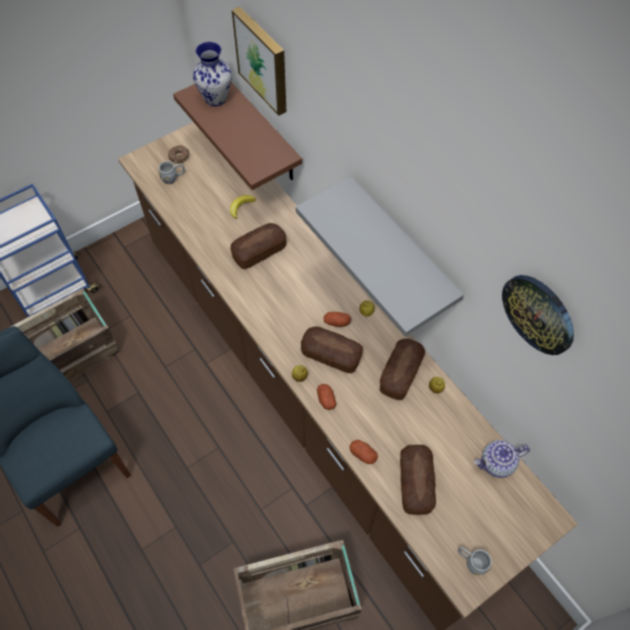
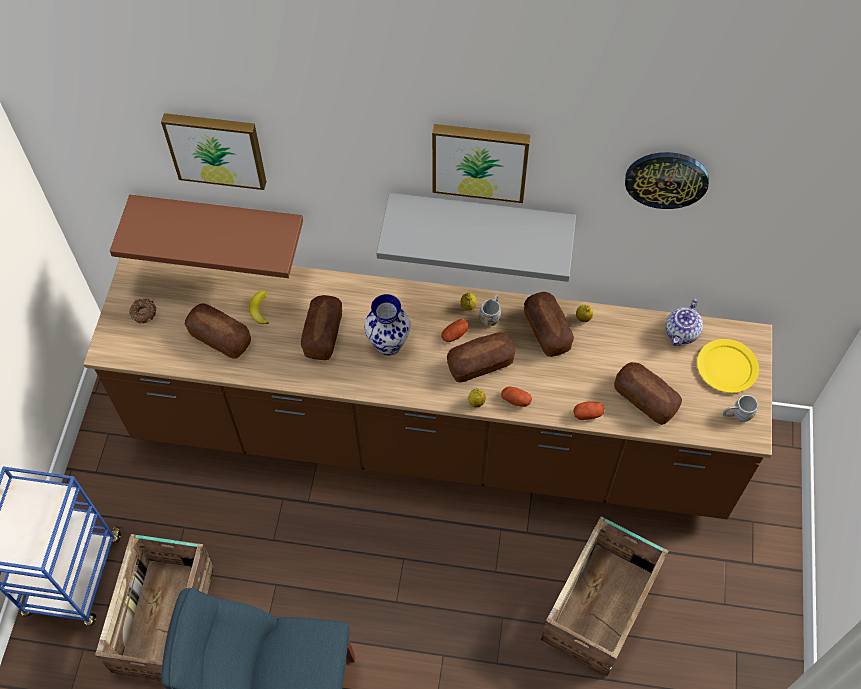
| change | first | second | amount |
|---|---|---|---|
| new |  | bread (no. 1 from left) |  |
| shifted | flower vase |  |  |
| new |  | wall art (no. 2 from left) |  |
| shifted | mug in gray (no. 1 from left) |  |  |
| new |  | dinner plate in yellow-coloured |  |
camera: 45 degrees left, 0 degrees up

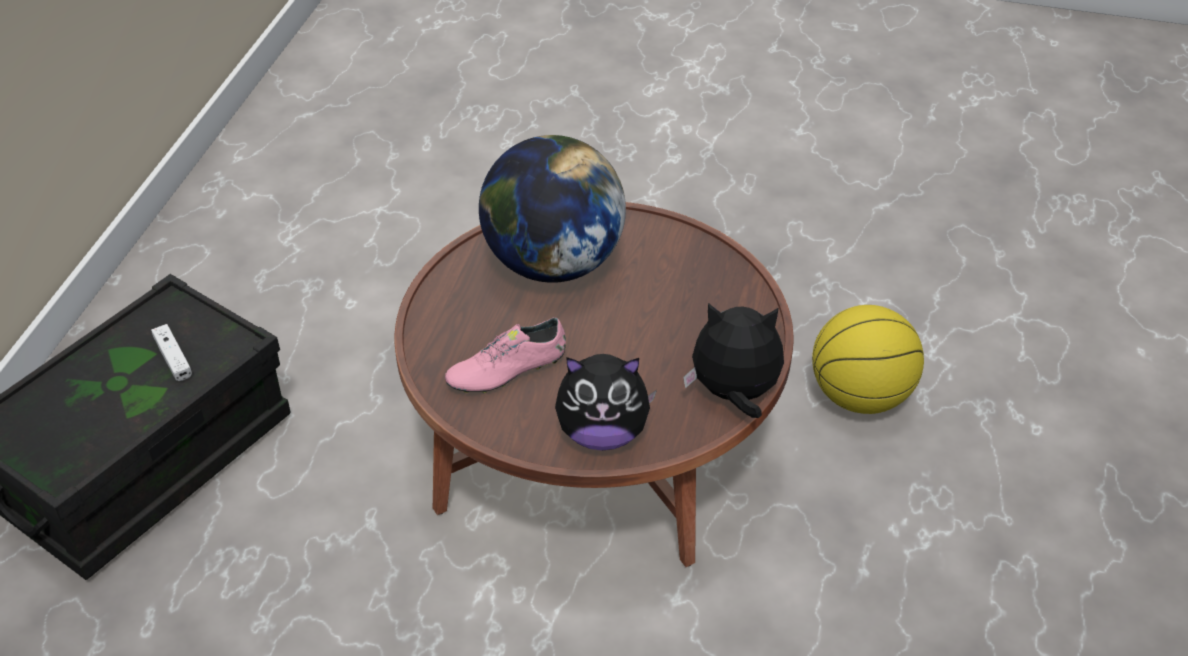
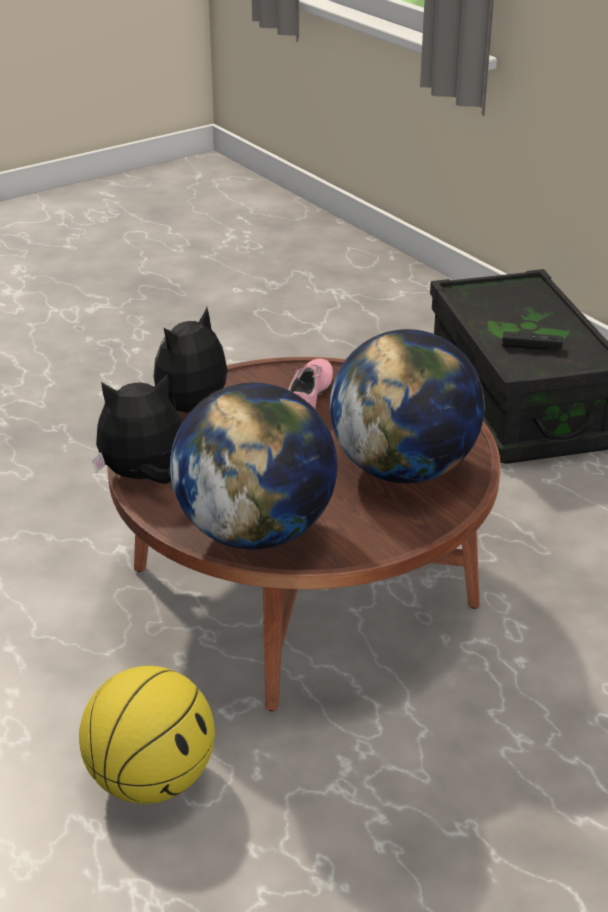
| change | first | second | amount |
|---|---|---|---|
| rotated | soft toy (no. 2 from left in the first image) | soft toy (no. 1 from left) | 150 degrees counterclockwise |
| new |  | desk globe (no. 1 from left) |  |
| repainted | game controller in white-coloured | game controller in black |  |
camera: 130 degrees right, 10 degrees down

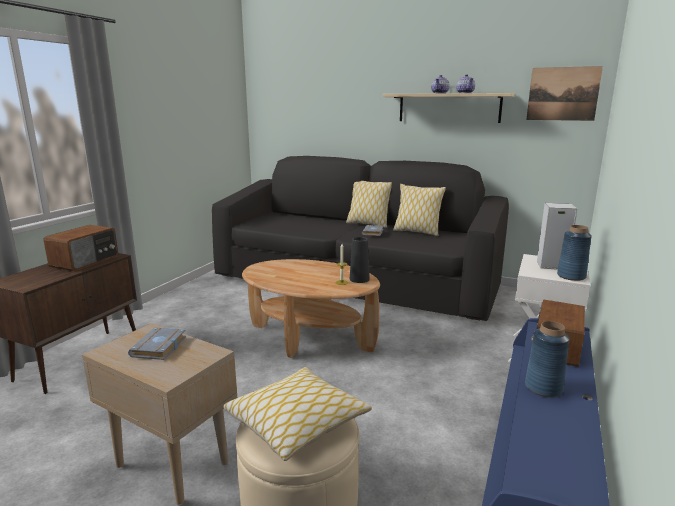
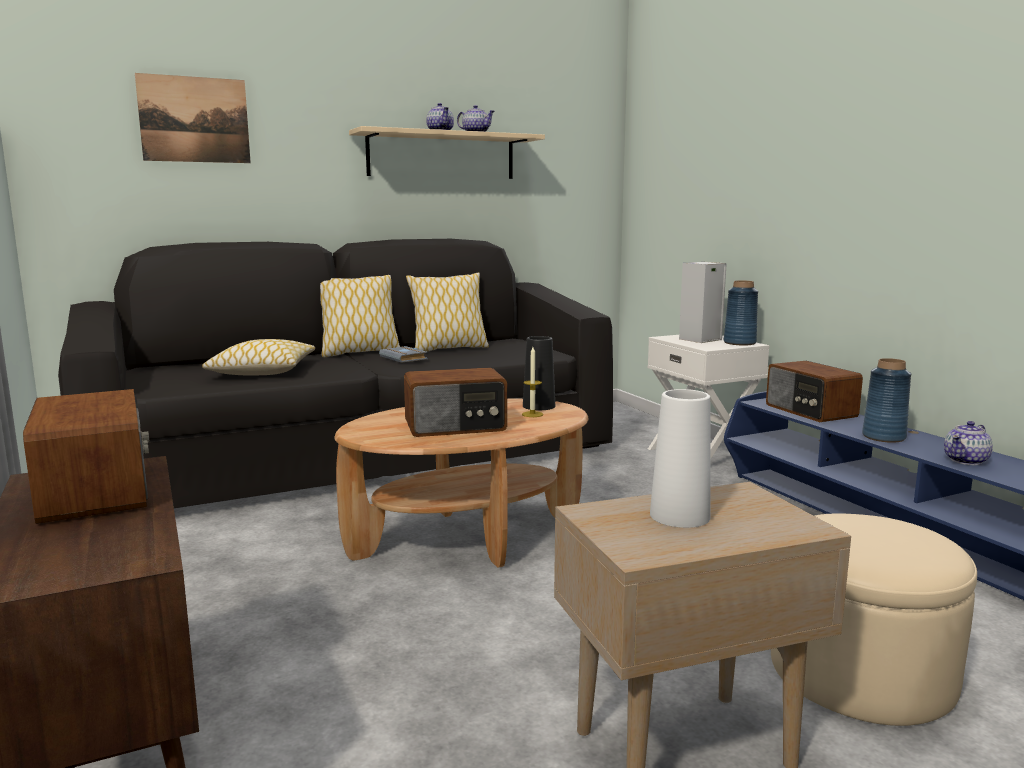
| change | first | second | amount |
|---|---|---|---|
| shifted | wall art |  |  |
| shifted | pillow (no. 1 from left) |  |  |
| new |  | radio (no. 2 from left) |  |
| swapped | book in gray (no. 1 from left) | flower vase in white-coloured |  |
| new |  | teapot (no. 3 from left) |  |
camera: 50 degrees left, 5 degrees down

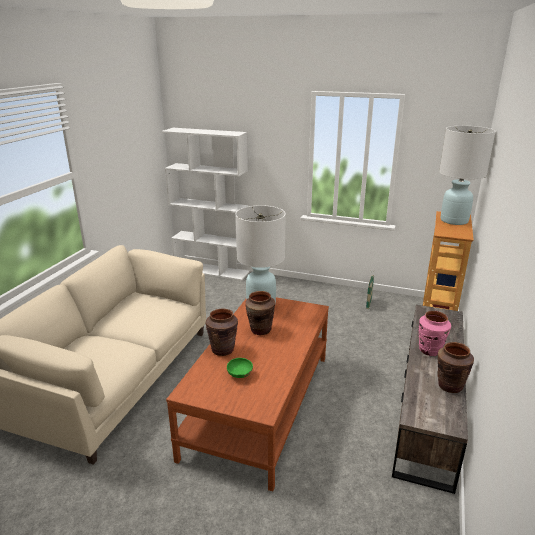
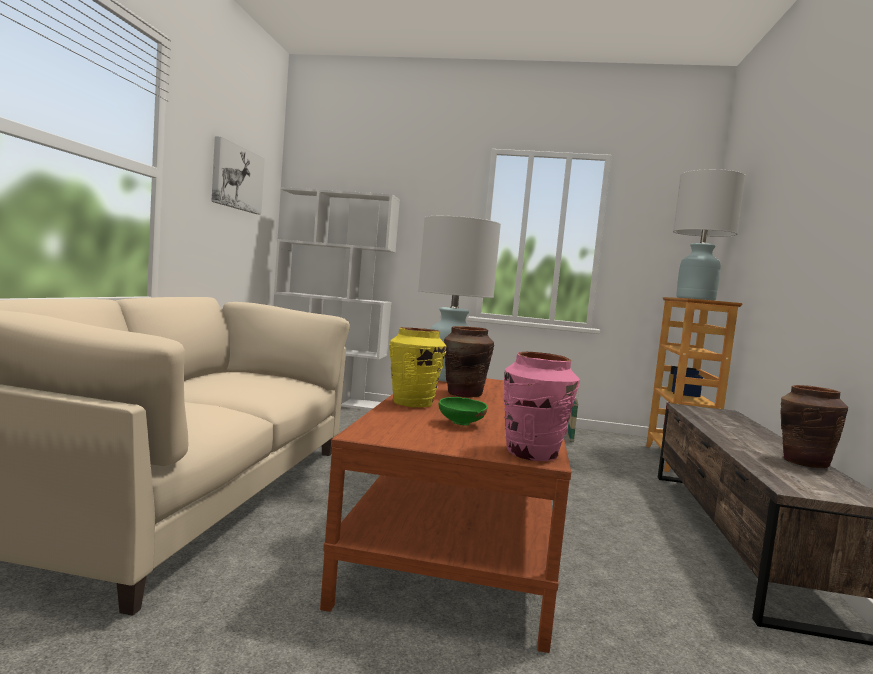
| change | first | second | amount |
|---|---|---|---|
| new |  | wall art |  |
| repainted | flower vase in brown (no. 1 from left) | flower vase in yellow-coloured |  |
| shifted | flower vase in pink-coloured |  |  |
camera: 10 degrees left, 20 degrees down

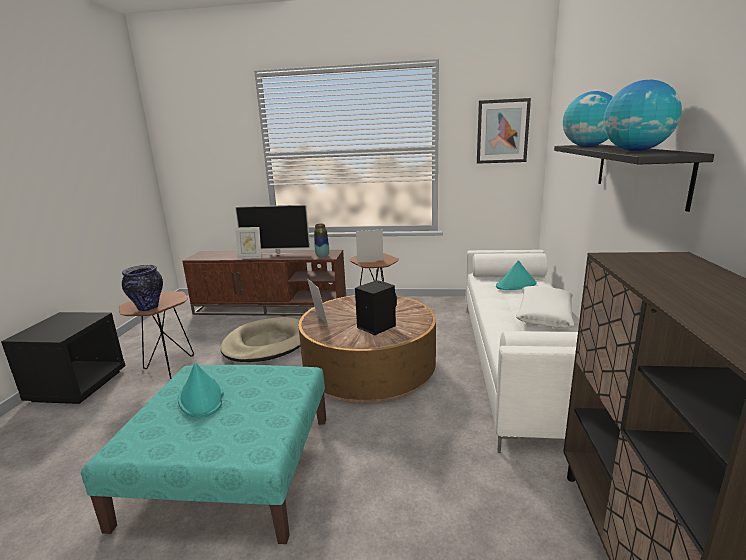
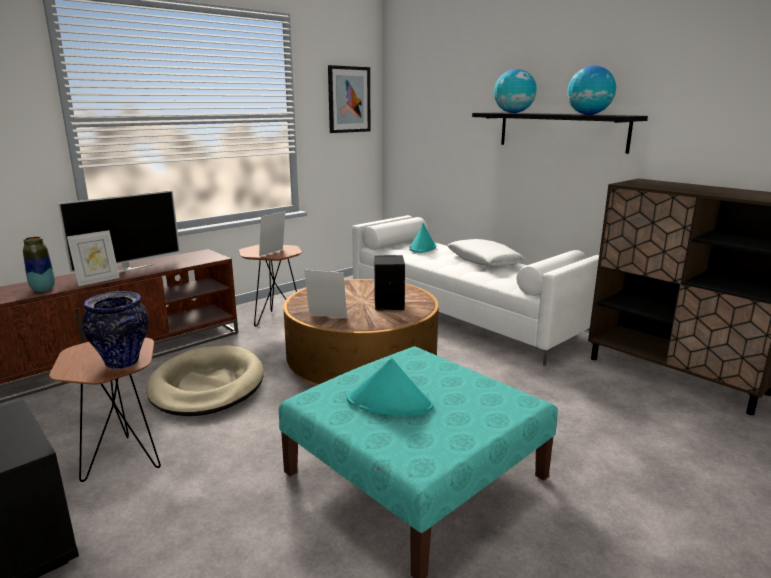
| change | first | second | amount |
|---|---|---|---|
| shifted | flower vase (no. 2 from left in the first image) | flower vase (no. 1 from left) |  |
camera: 50 degrees left, 0 degrees up

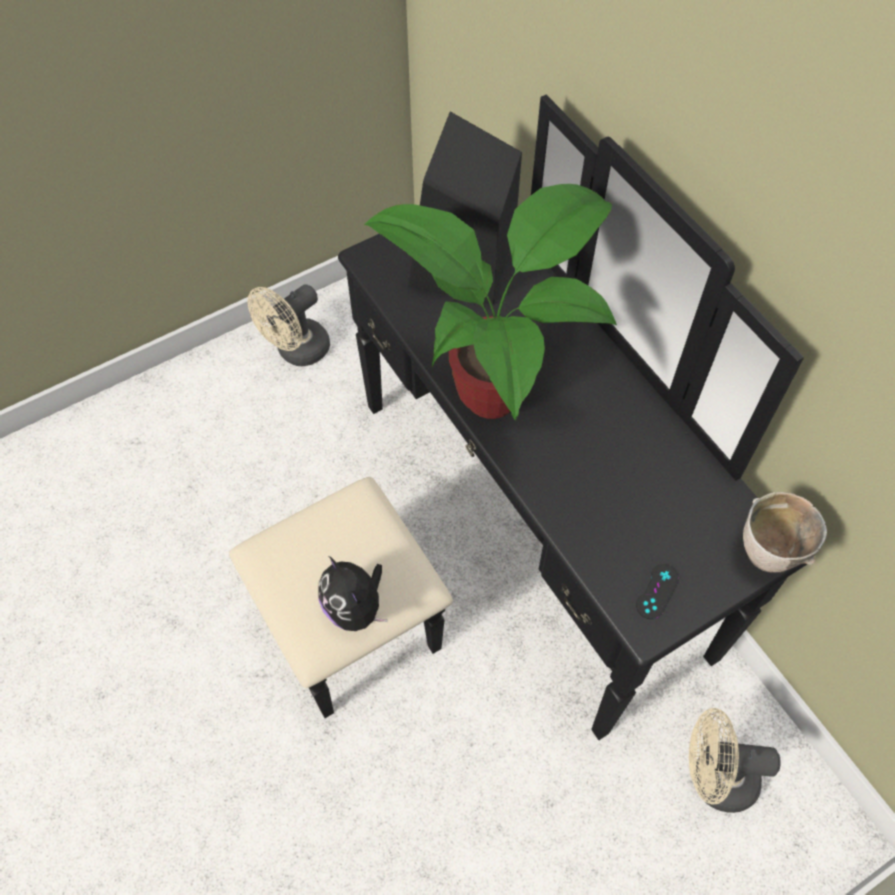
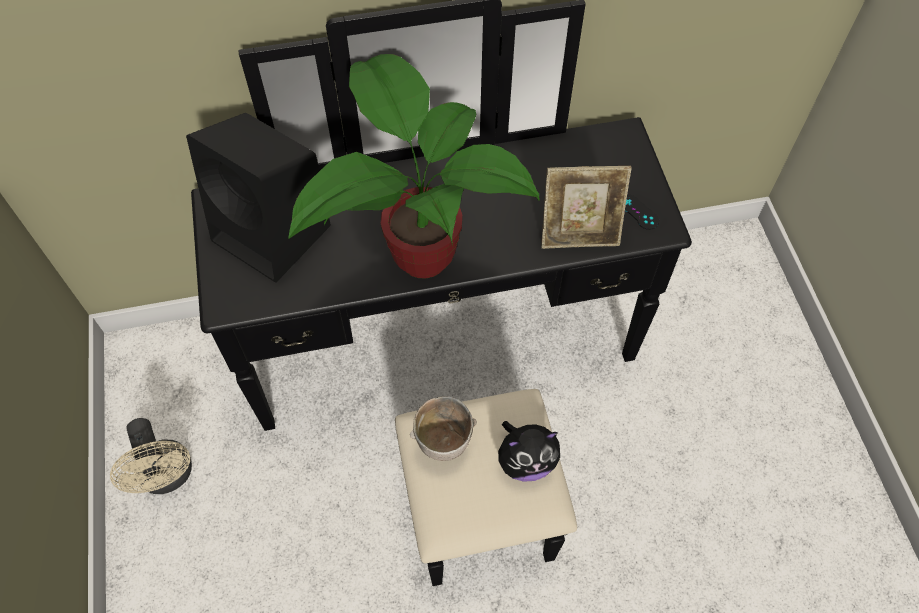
| change | first | second | amount |
|---|---|---|---|
| shifted | bowl |  |  |
| new |  | standing frame |  |
| gone | cooling fan in beige (no. 2 from left) |  |  |
camera: 70 degrees left, 0 degrees up

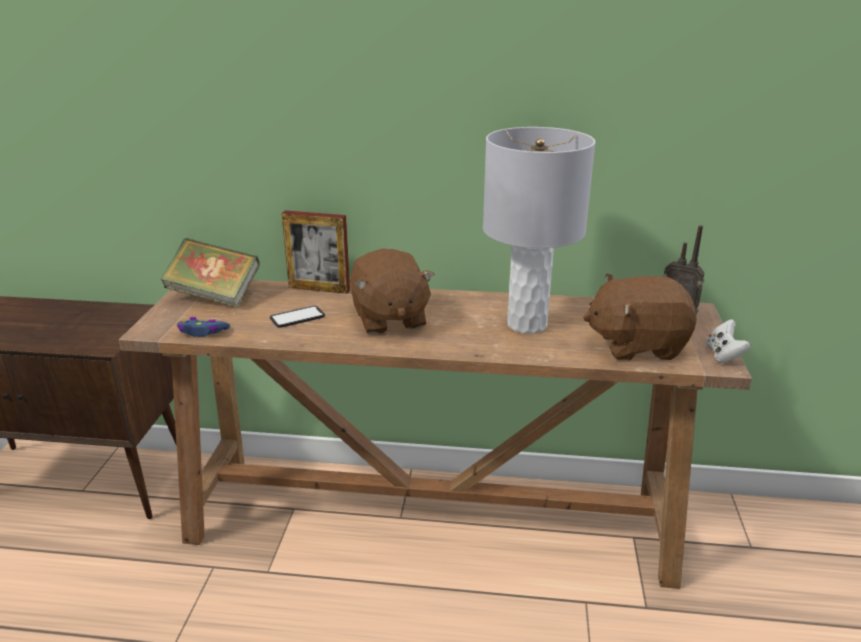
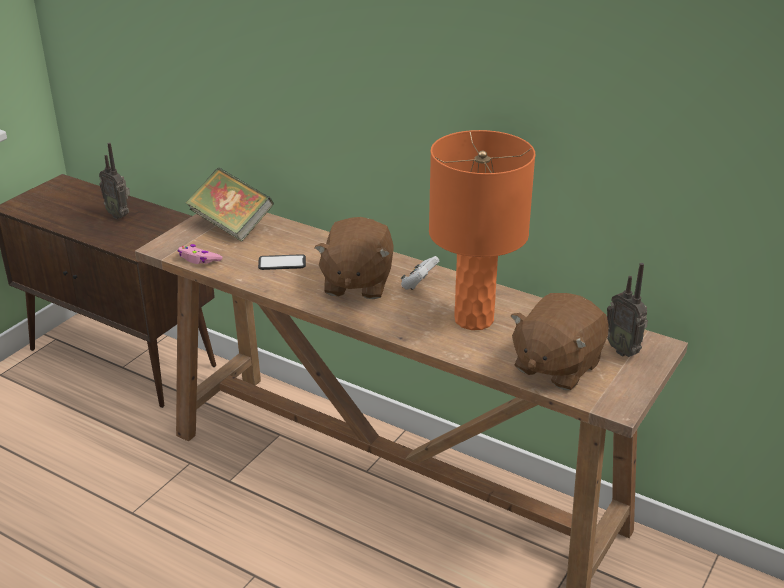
| change | first | second | amount |
|---|---|---|---|
| new |  | radio (no. 1 from left) |  |
| repainted | game controller in blue-coloured | game controller in pink-coloured |  |
| shifted | game controller in white-coloured |  |  |
| repainted | lamp for a table in gray | lamp for a table in orangey |  |
| rotated | soft toy in brown (no. 2 from left) |  | 75 degrees counterclockwise |
| gone | standing frame |  |  |
camera: 25 degrees right, 5 degrees up

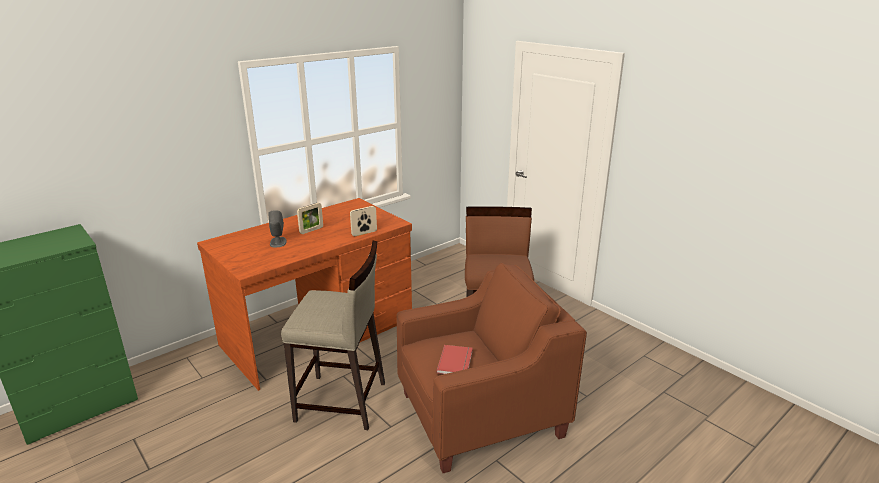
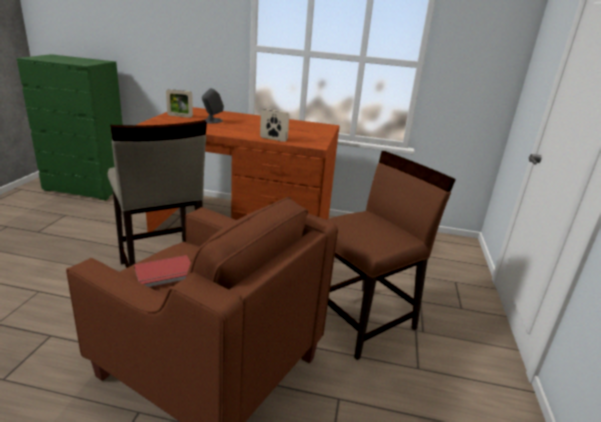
| change | first | second | amount |
|---|---|---|---|
| shifted | standing frame (no. 1 from left) |  |  |
camera: 50 degrees right, 0 degrees up

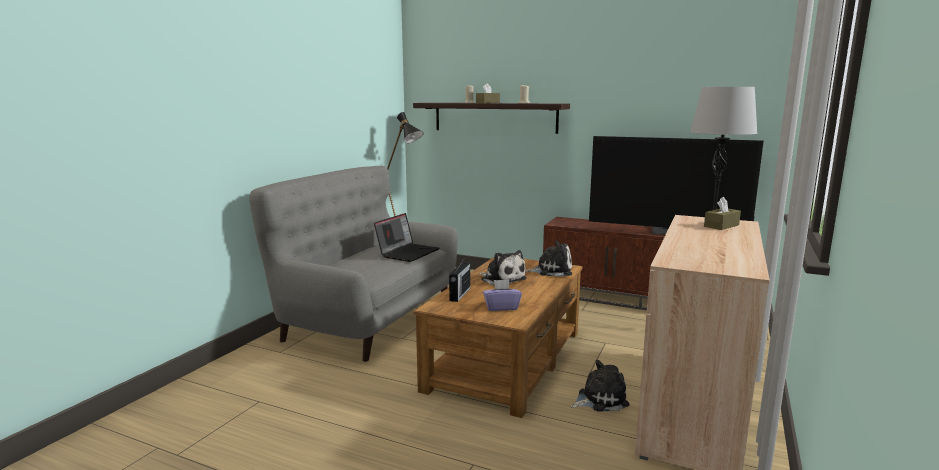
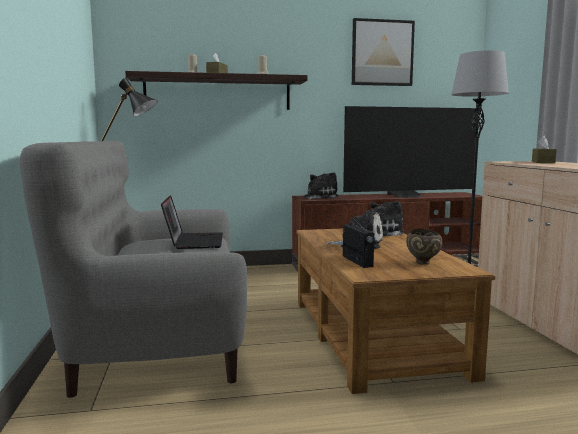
| change | first | second | amount |
|---|---|---|---|
| shifted | soft toy (no. 3 from left in the first image) | soft toy (no. 1 from left) |  |
| new |  | wall art |  |
| swapped | tissue box in purple-coloured | bowl in brown |  |
camera: 35 degrees left, 5 degrees down

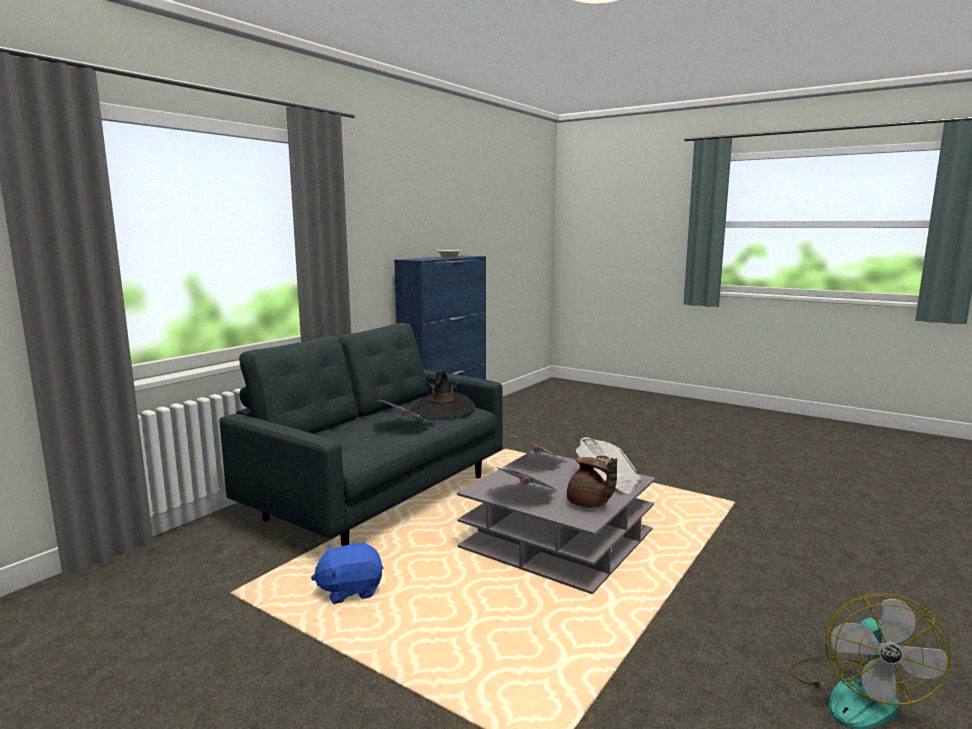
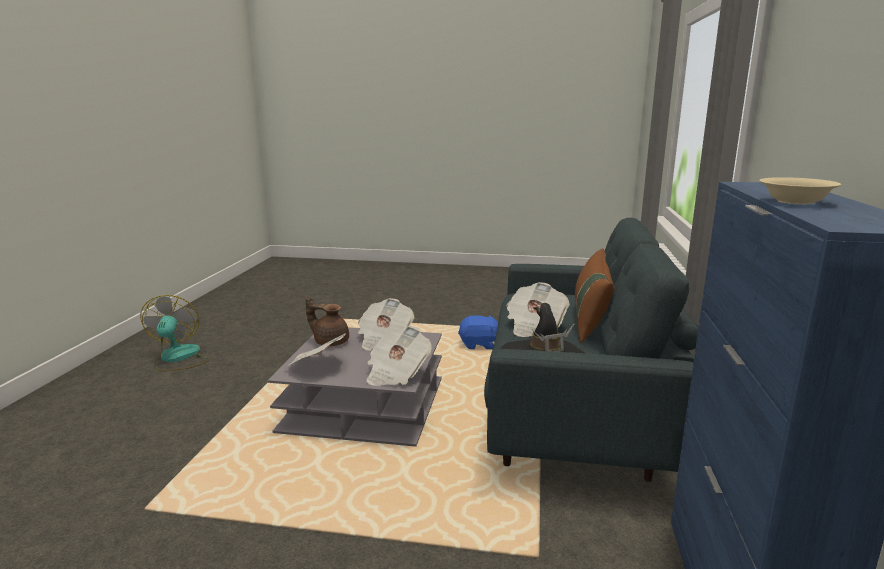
| change | first | second | amount |
|---|---|---|---|
| rotated | soft toy in blue-coloured |  | 45 degrees clockwise |
| new |  | pillow in brown |  |
camera: 155 degrees right, 5 degrees up

